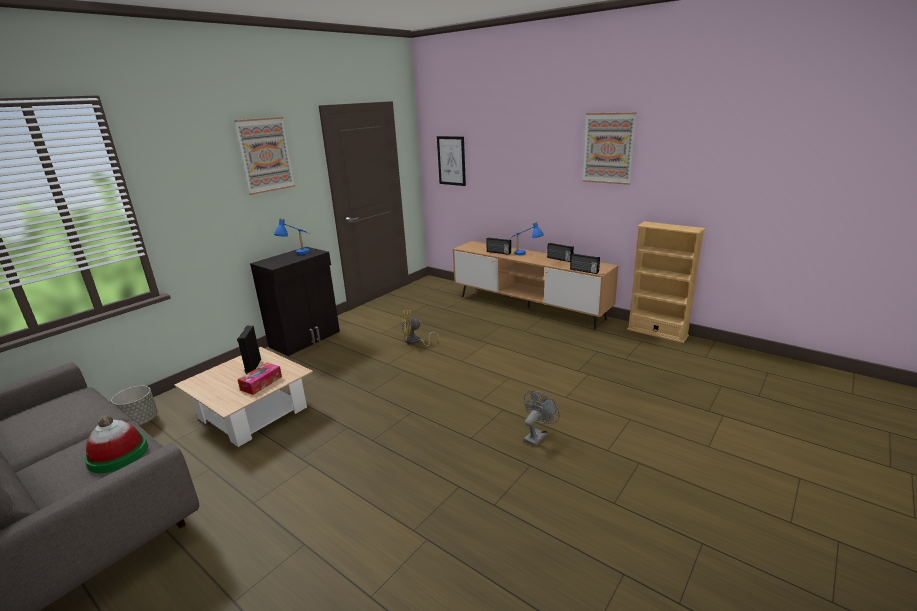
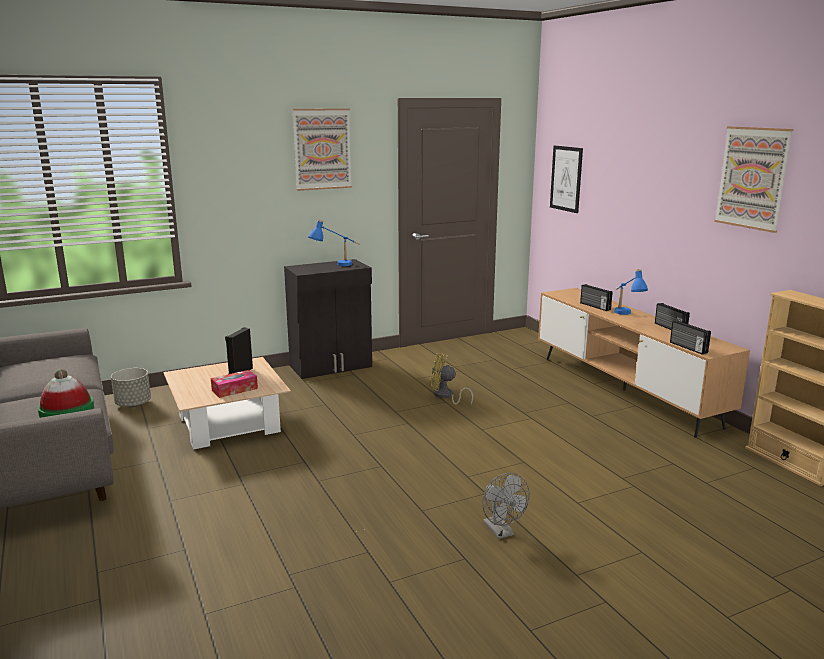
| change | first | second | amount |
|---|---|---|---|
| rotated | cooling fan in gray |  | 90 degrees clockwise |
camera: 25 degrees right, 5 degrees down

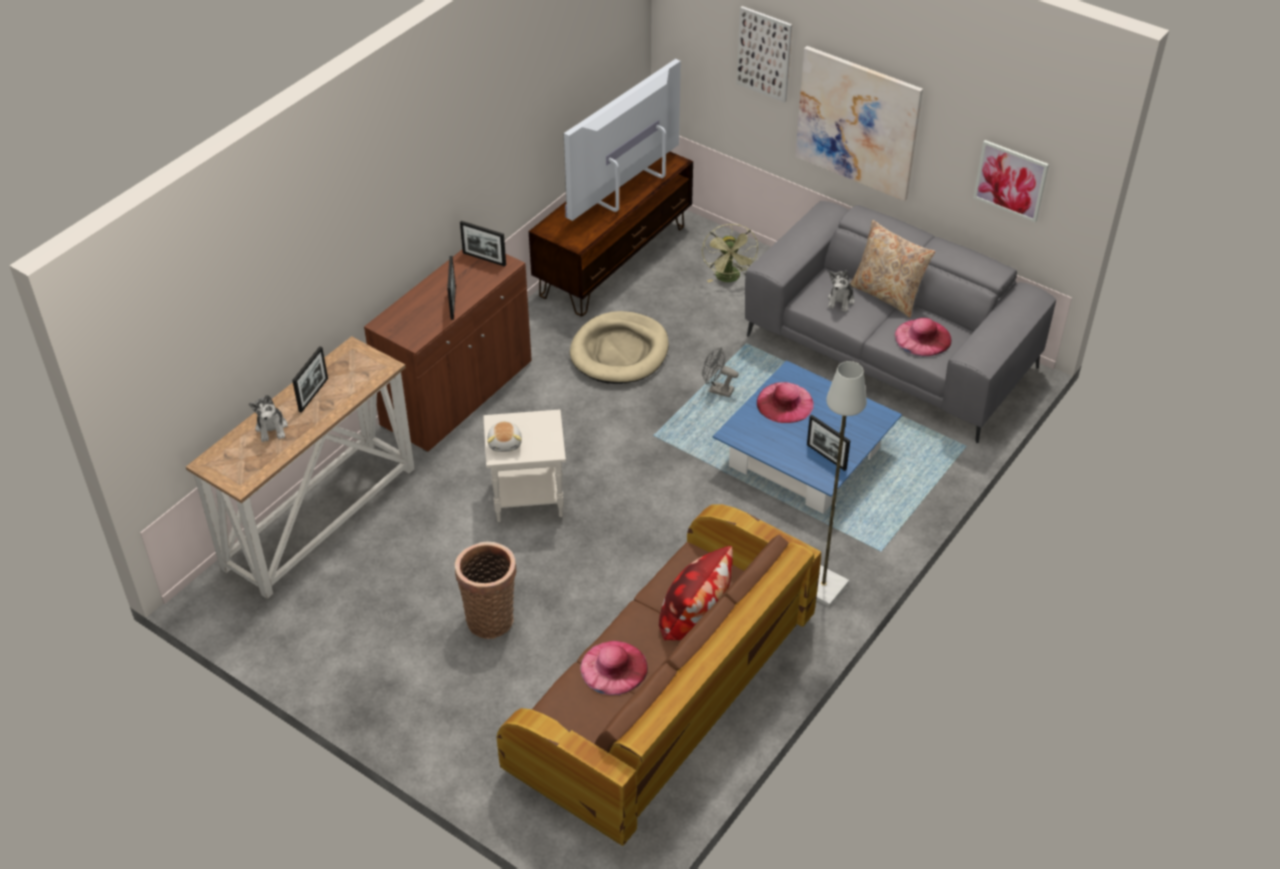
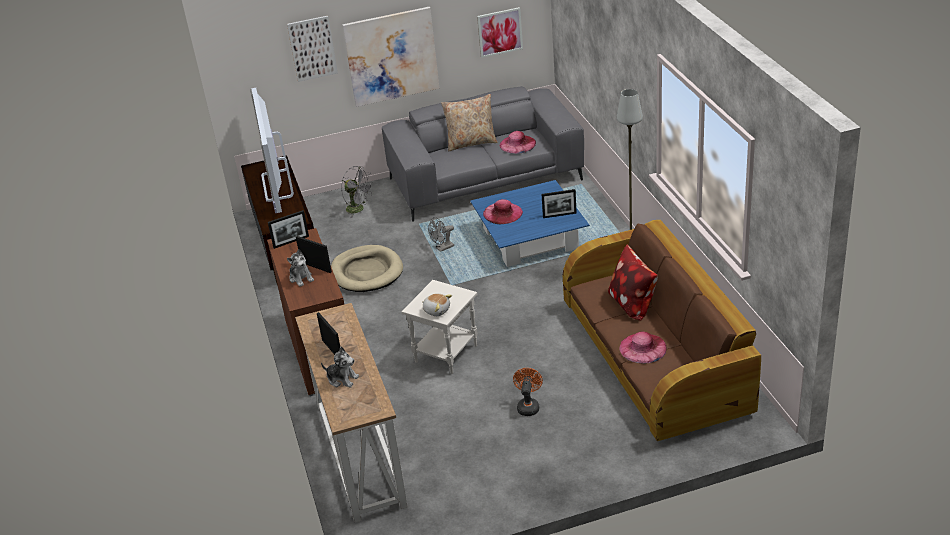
| change | first | second | amount |
|---|---|---|---|
| shifted | soft toy (no. 3 from left in the first image) | soft toy (no. 1 from left) |  |
| repainted | cooling fan in green-coloured | cooling fan in gray (no. 1 from left) |  |
| swapped | storage basket | cooling fan in orangey |  |
camera: 50 degrees left, 10 degrees down

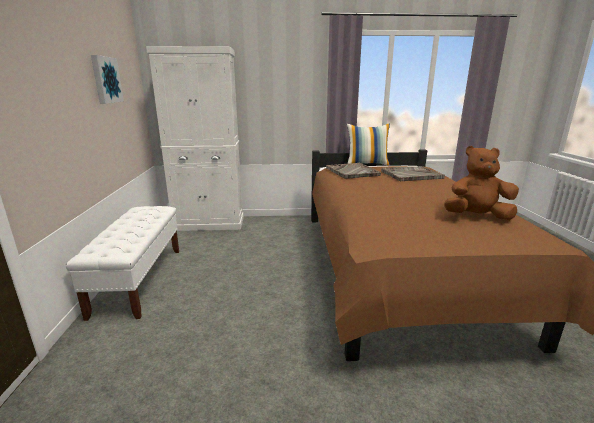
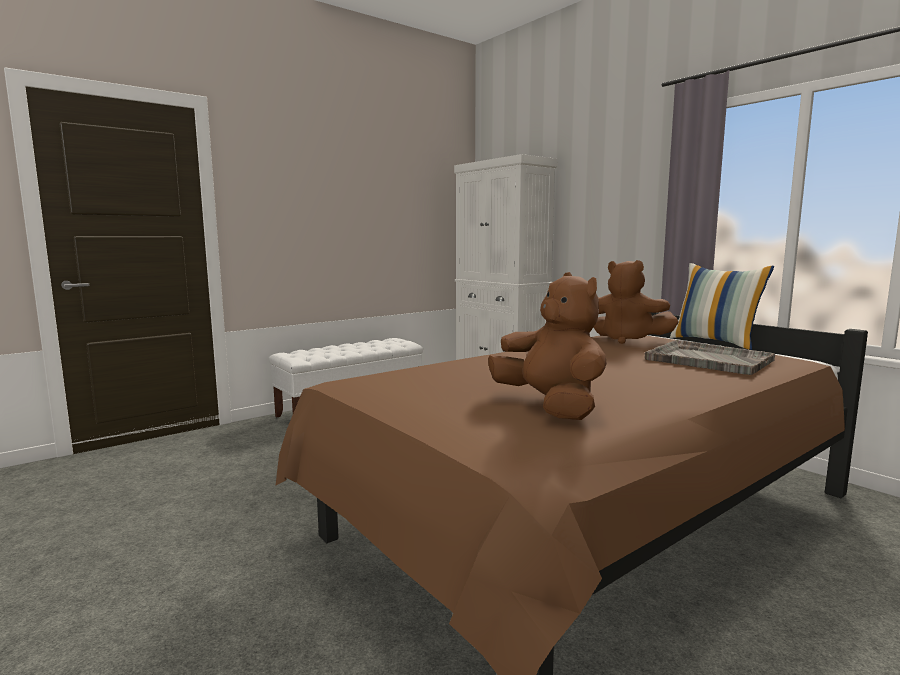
| change | first | second | amount |
|---|---|---|---|
| swapped | serving tray in gray (no. 1 from left) | soft toy in brown (no. 2 from left) |  |
| gone | wall art |  |  |
camera: 55 degrees right, 10 degrees down

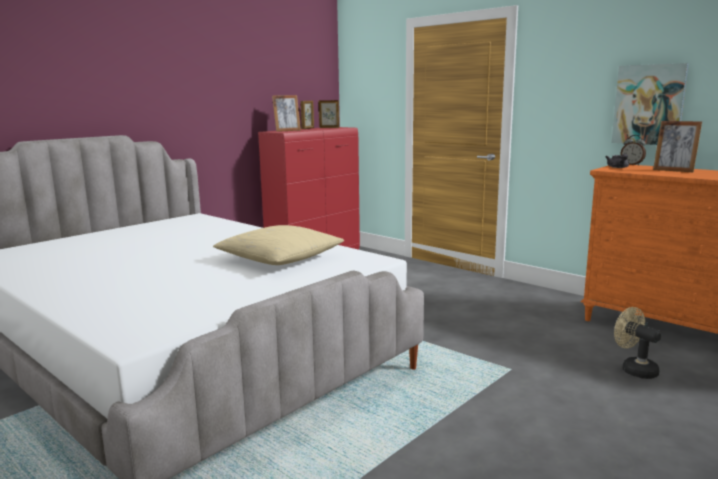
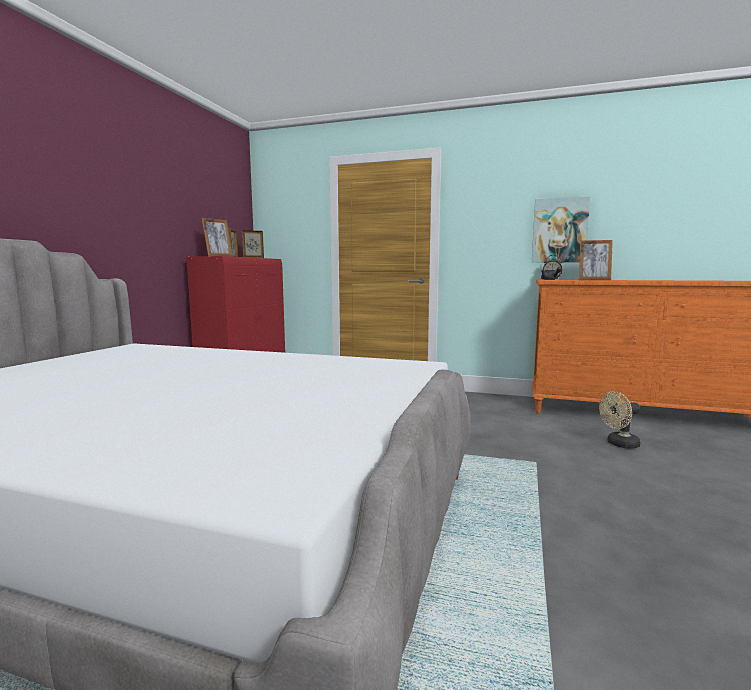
| change | first | second | amount |
|---|---|---|---|
| rotated | cooling fan in beige |  | 45 degrees counterclockwise |
| gone | pillow in beige |  |  |
camera: 25 degrees left, 5 degrees down

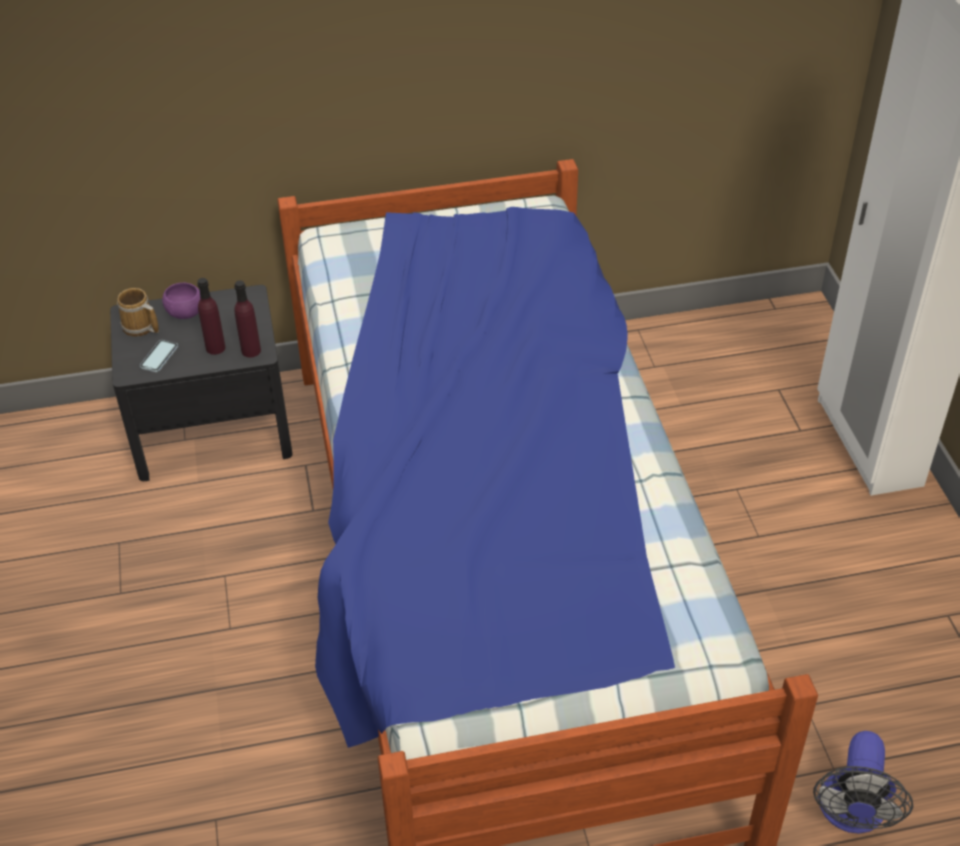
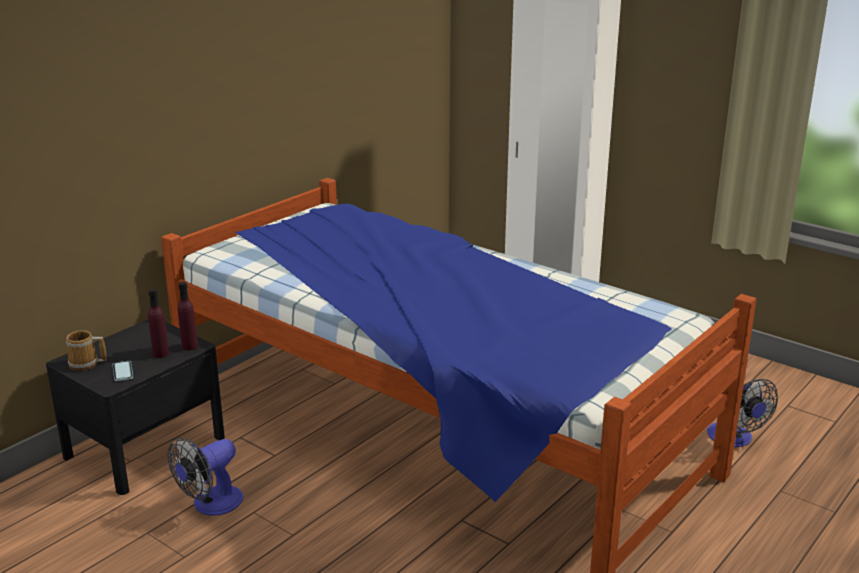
| change | first | second | amount |
|---|---|---|---|
| new |  | cooling fan (no. 1 from left) |  |
| gone | bowl in purple-coloured |  |  |
camera: 40 degrees left, 20 degrees down

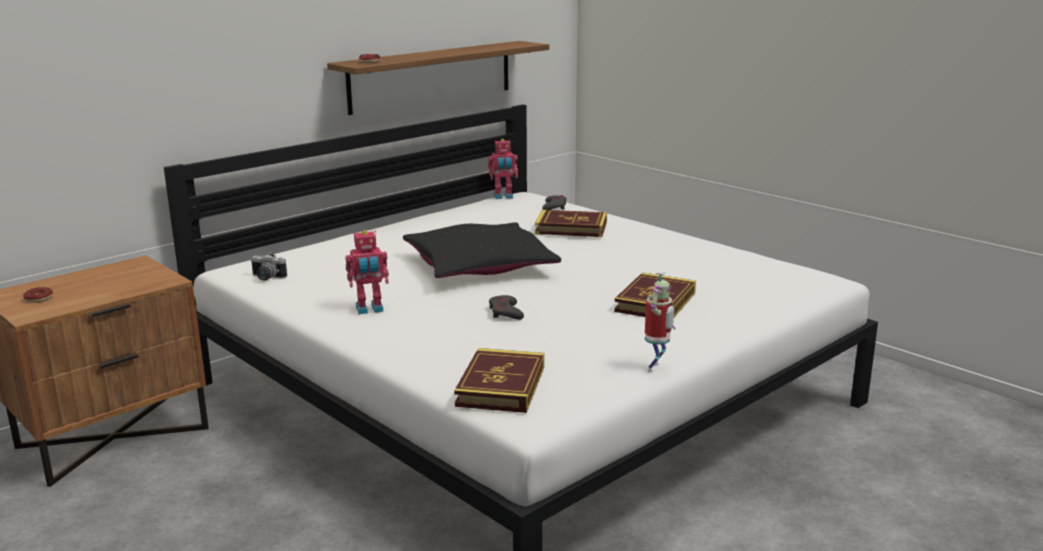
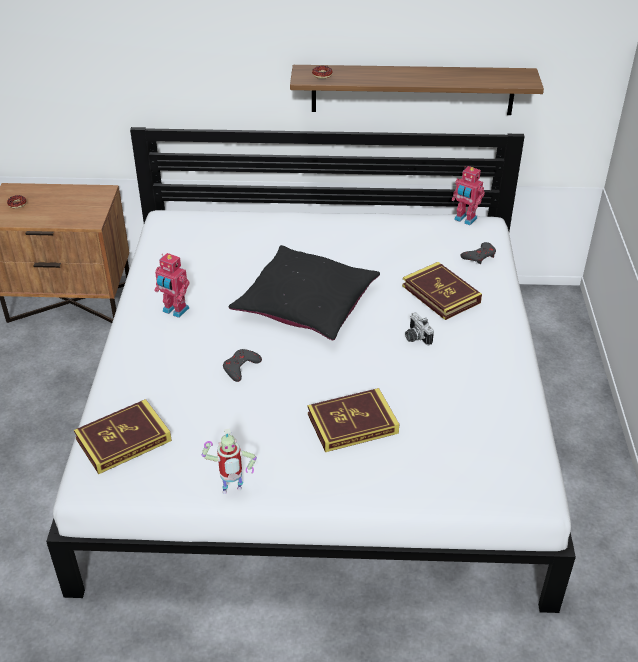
| change | first | second | amount |
|---|---|---|---|
| shifted | photo camera |  |  |
camera: 45 degrees right, 20 degrees up

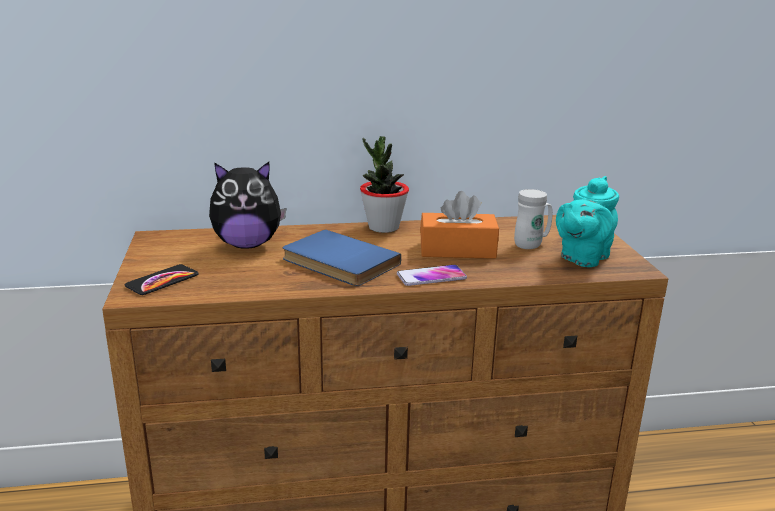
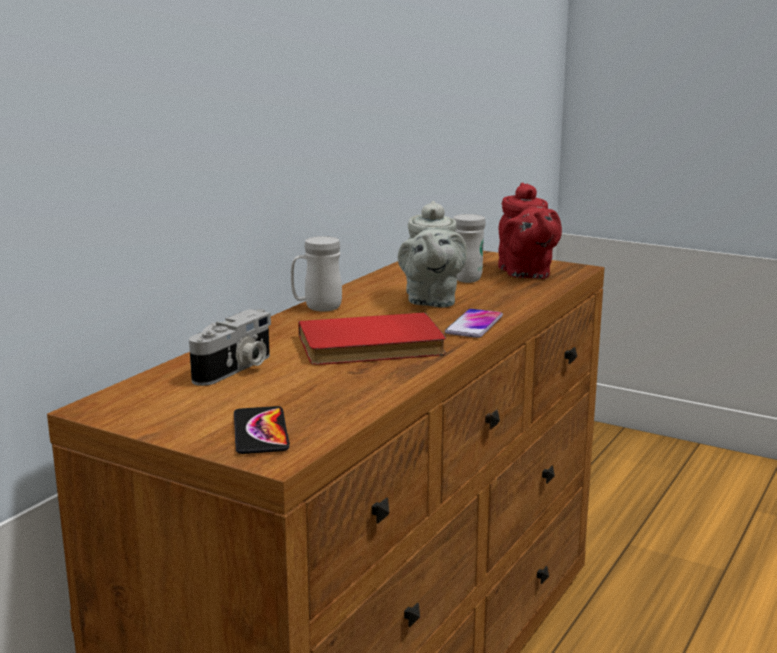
| change | first | second | amount |
|---|---|---|---|
| swapped | soft toy | photo camera |  |
| swapped | potted plant | mug in white-coloured (no. 1 from left) |  |
| repainted | book in blue-coloured | book in reddish |  |
| swapped | tissue box in orangey | teapot in gray |  |
| repainted | teapot in turquoise-coloured | teapot in reddish |  |
camera: 50 degrees left, 5 degrees down

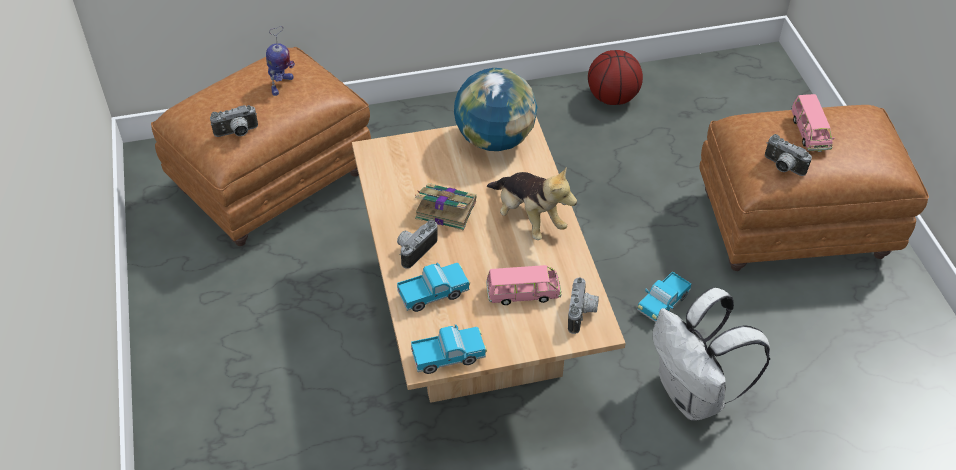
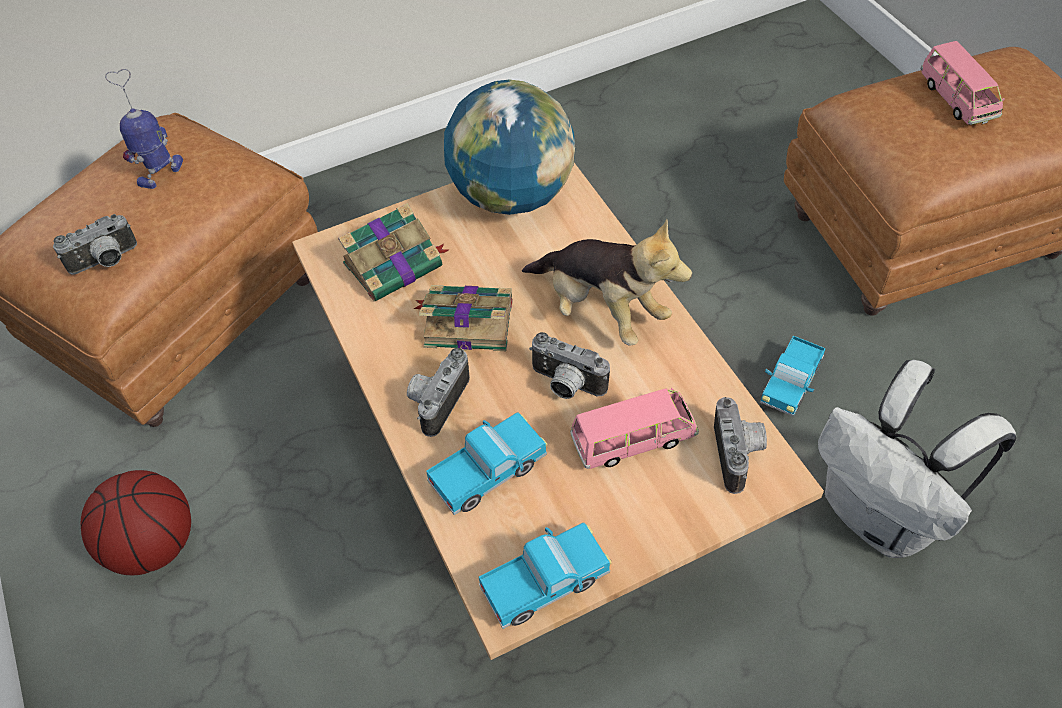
| change | first | second | amount |
|---|---|---|---|
| shifted | basketball ball |  |  |
| rotated | robot figure |  | 150 degrees counterclockwise |
| new |  | book (no. 1 from left) |  |
| shifted | photo camera (no. 4 from left in the first image) | photo camera (no. 3 from left) |  |
camera: 10 degrees left, 5 degrees up

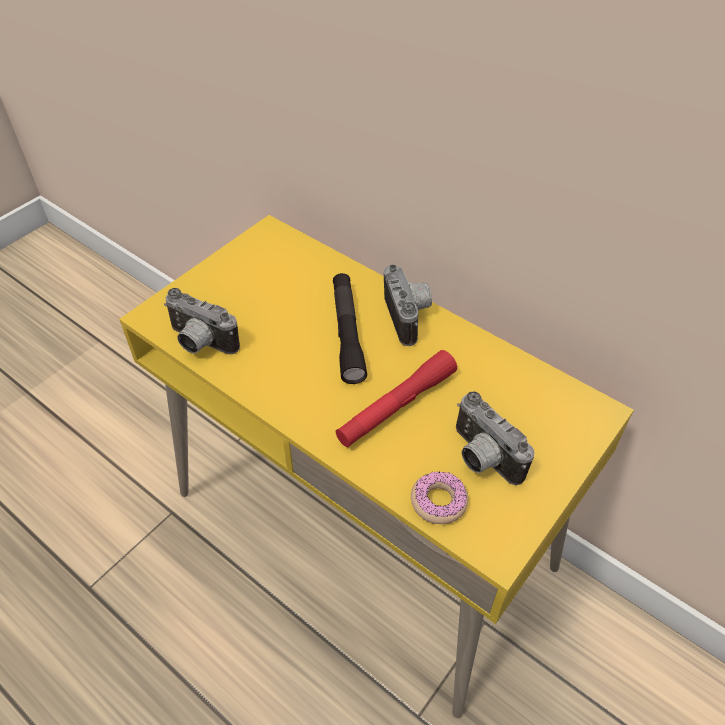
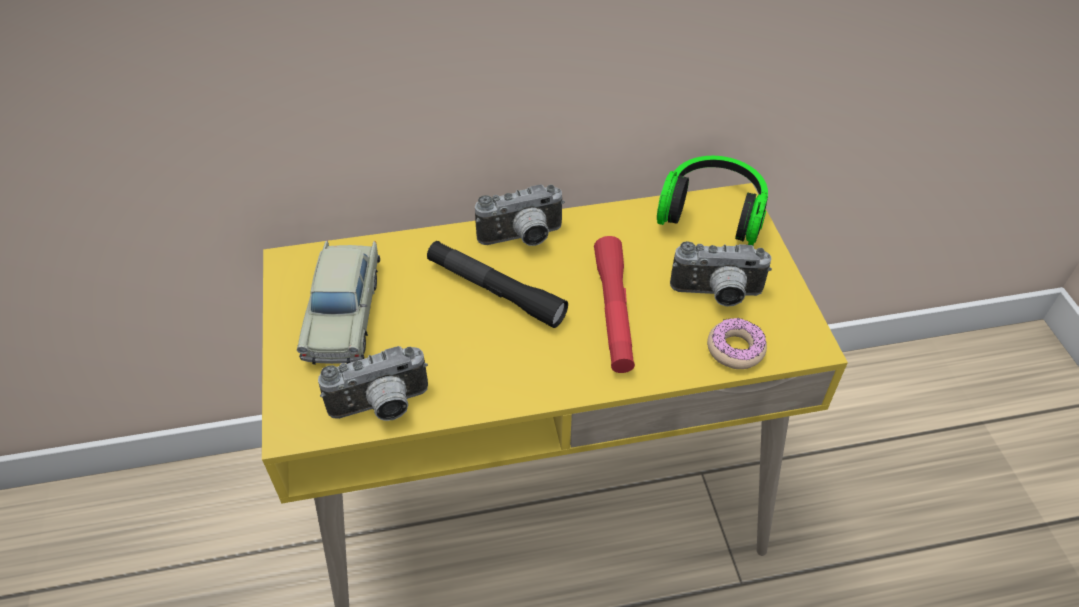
| change | first | second | amount |
|---|---|---|---|
| new |  | model car in beige |  |
| rotated | photo camera (no. 2 from left) |  | 135 degrees clockwise |
| new |  | pair of headphones |  |
camera: 50 degrees left, 0 degrees up

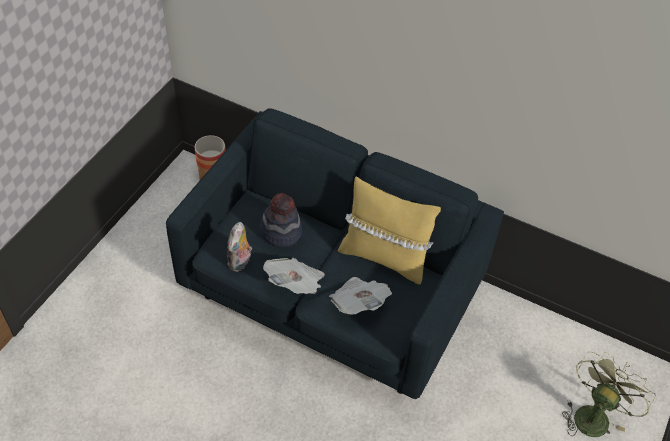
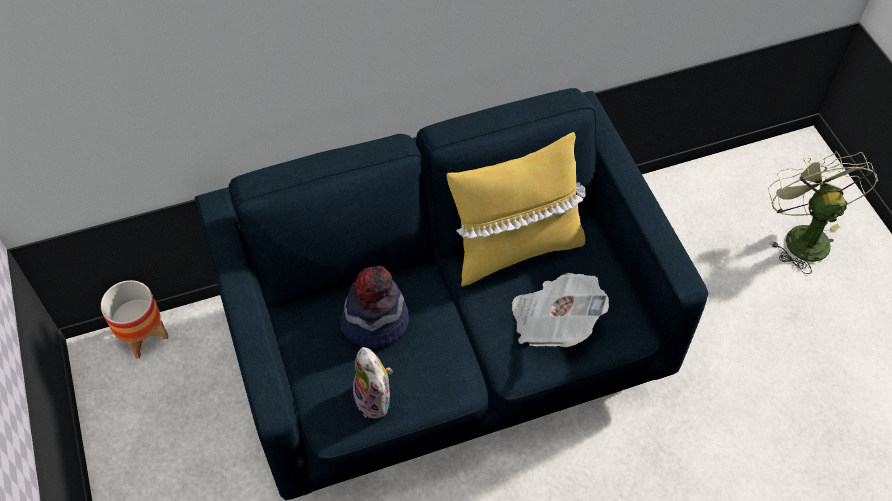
| change | first | second | amount |
|---|---|---|---|
| gone | newspaper (no. 1 from left) |  |  |
camera: 45 degrees left, 5 degrees up

